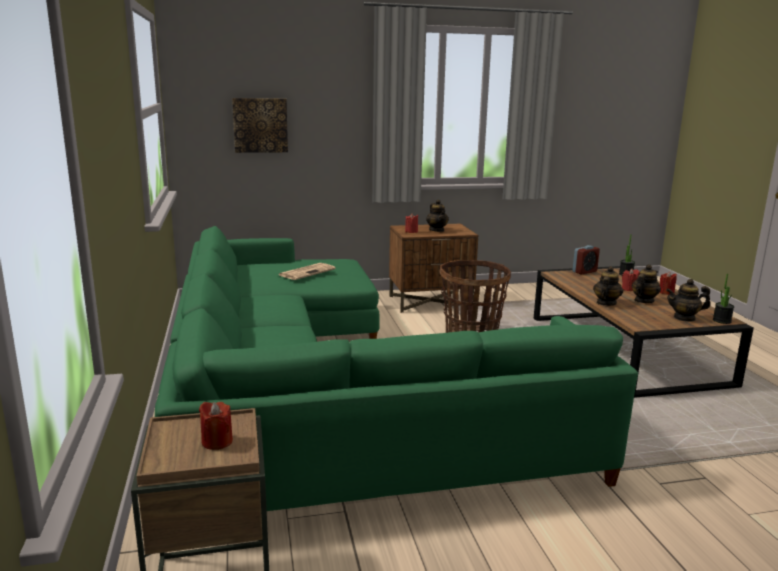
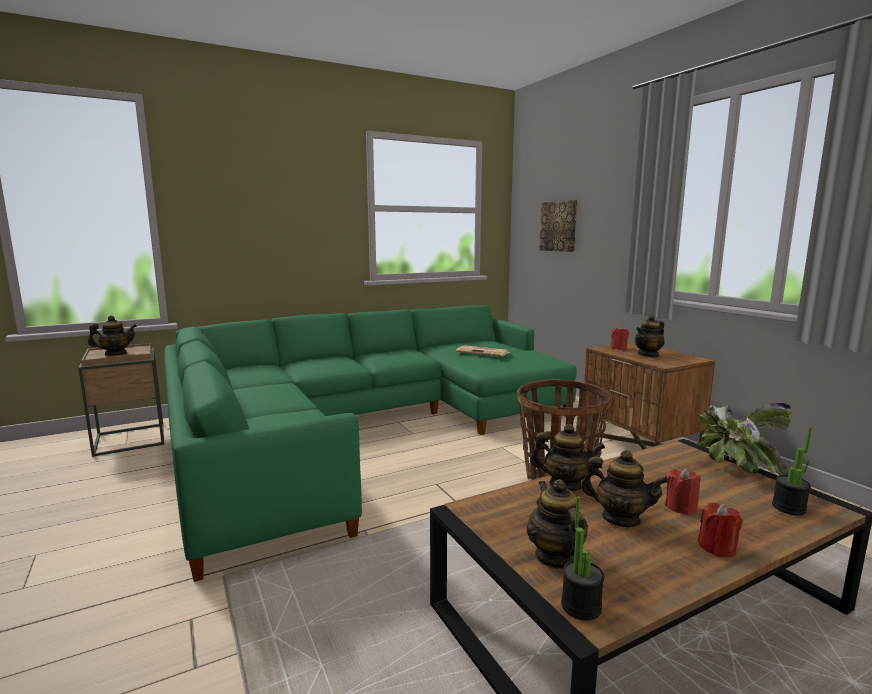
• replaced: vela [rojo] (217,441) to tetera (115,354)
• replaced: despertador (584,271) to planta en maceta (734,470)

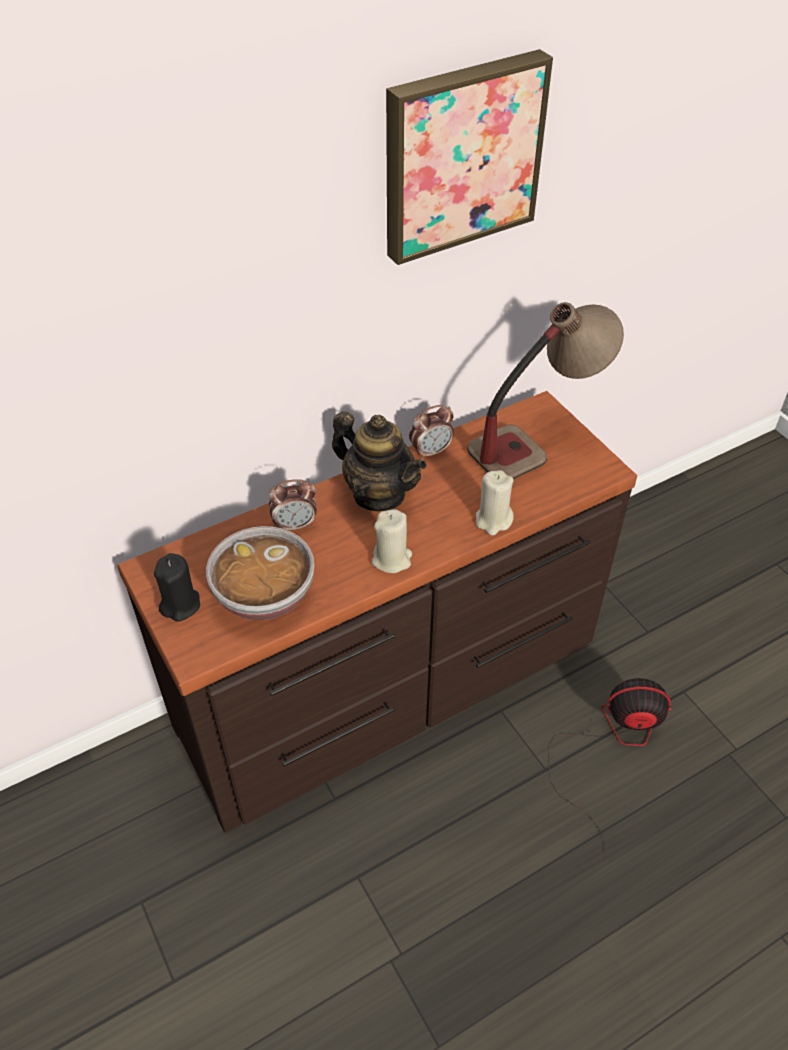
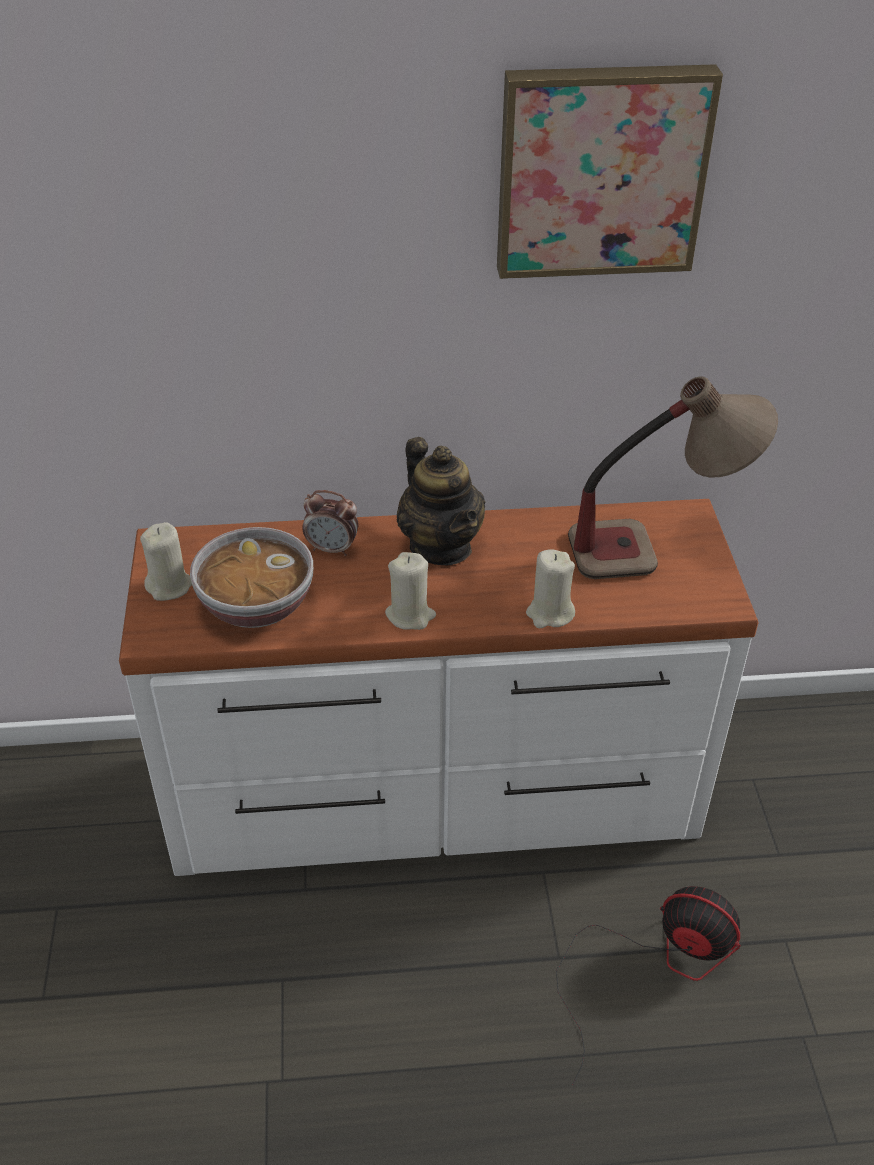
• recoloured: cómoda [marrón] (392,685) to cómoda [blanco] (435,796)
• recoloured: vela [negro] (180,605) to vela [beis] (170,586)
• removed: despertador (431,452)

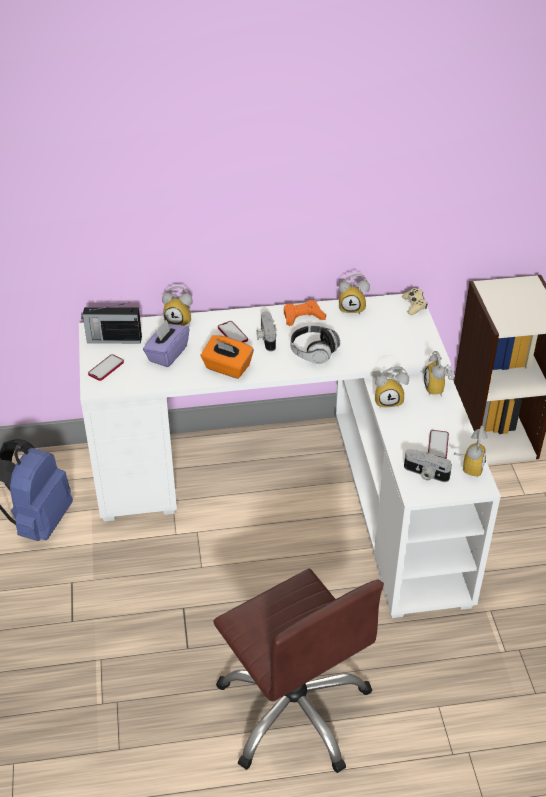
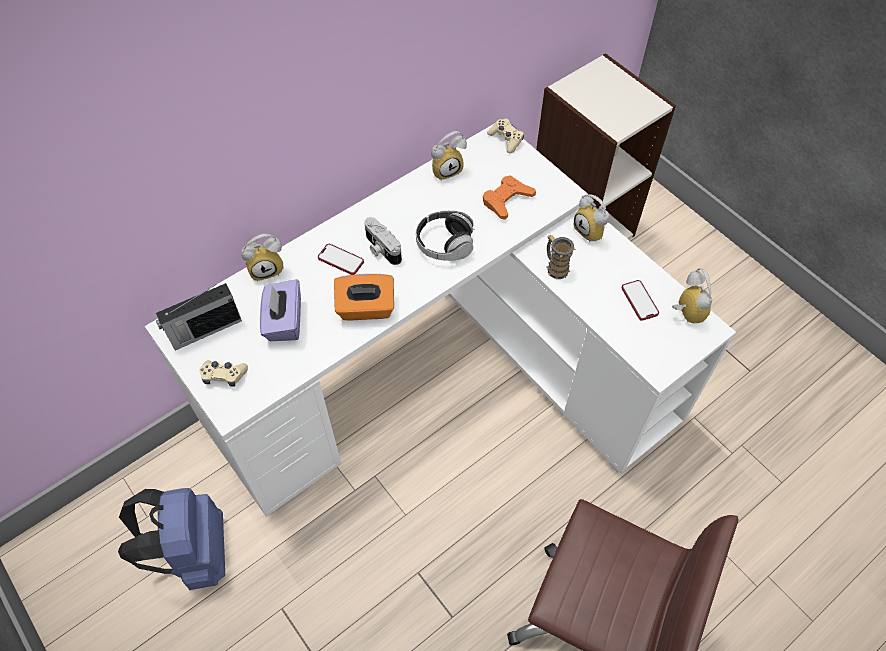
• replaced: móvil (106,368) to mando de consola [beis] (224,376)
• moved: mando de consola [naranja] (302,316) to (506,200)
• replaced: despertador (389,400) to taza grande (555,267)
• removed: cámara (425,474)

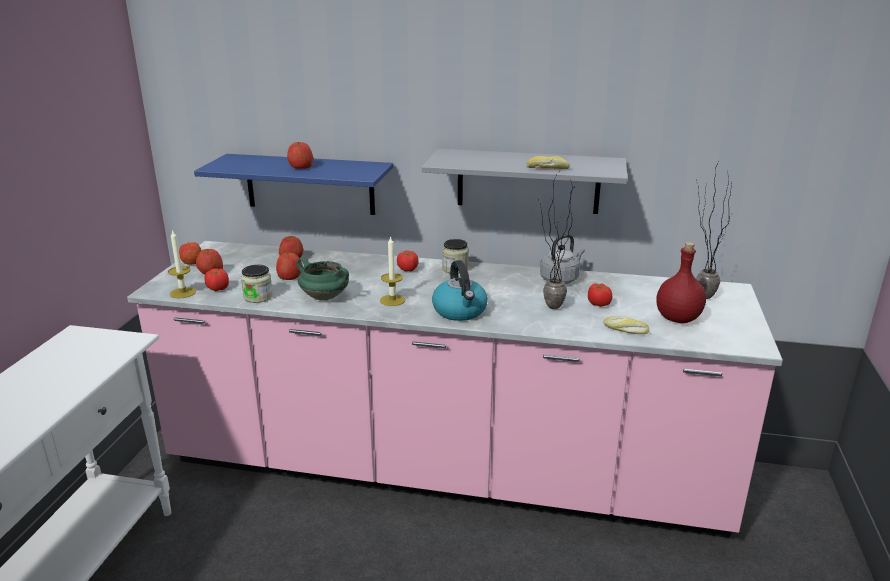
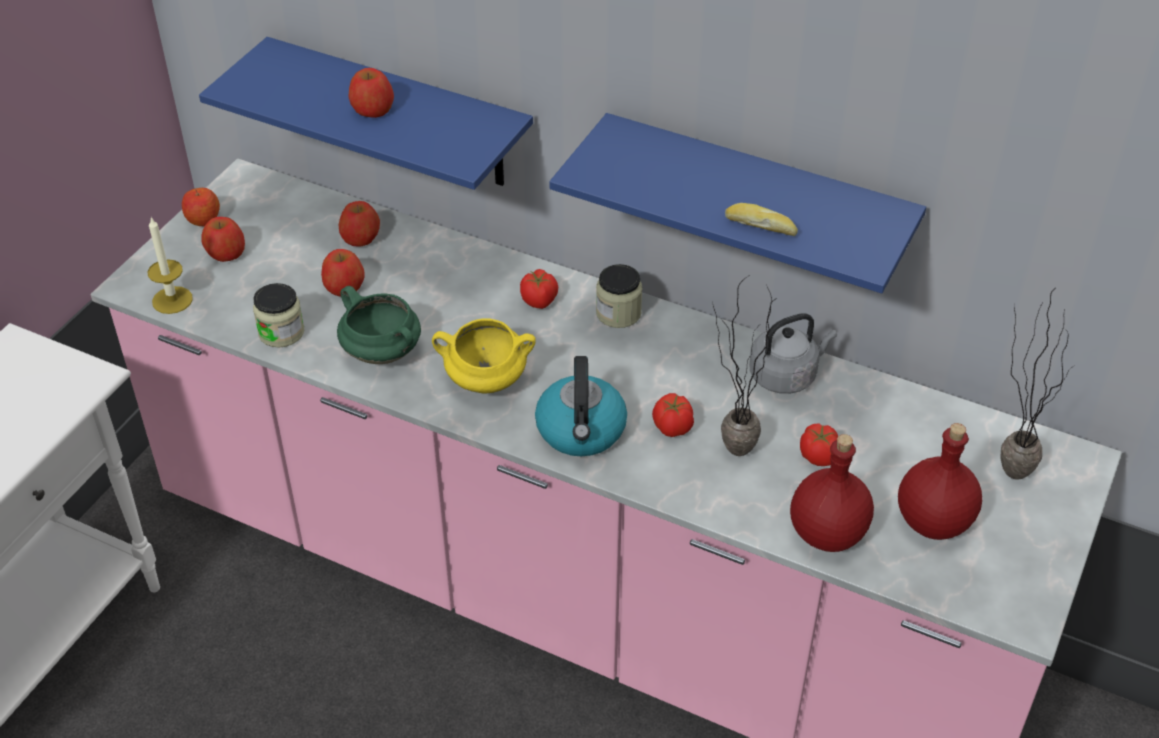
• moved: tomate (218,289) to (672,427)
• replaced: vela (392,300) to olla [amarillo] (485,381)
• recoloured: estante [gris] (528,181) to estante [azul] (756,199)
• replaced: pan (625,330) to botella [rojo] (828,533)

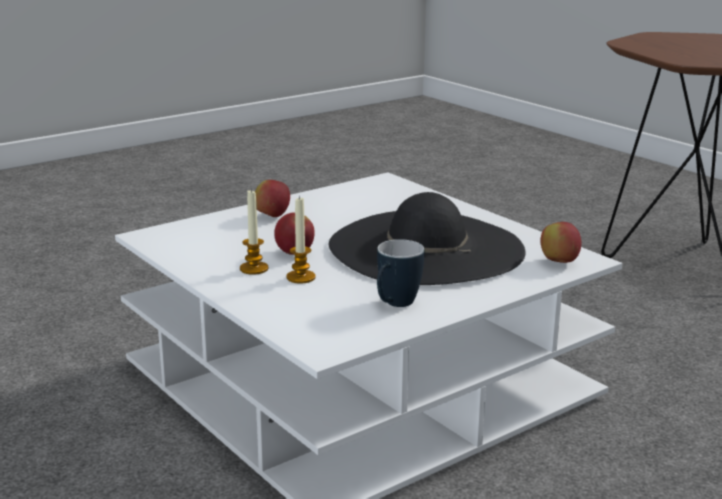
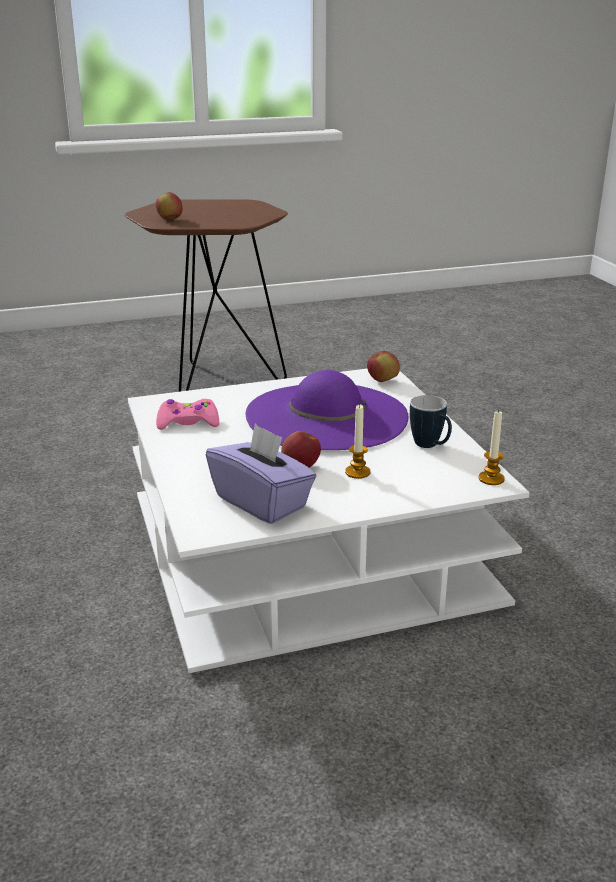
• moved: vela (254,269) to (491,479)
• moved: manzana (272,216) to (170,219)
• recoloured: sombrero [negro] (426,248) to sombrero [morado] (326,416)
• added: mando de consola [rosa] (188,422)
• added: caja de pañuelos [morado] (262,502)

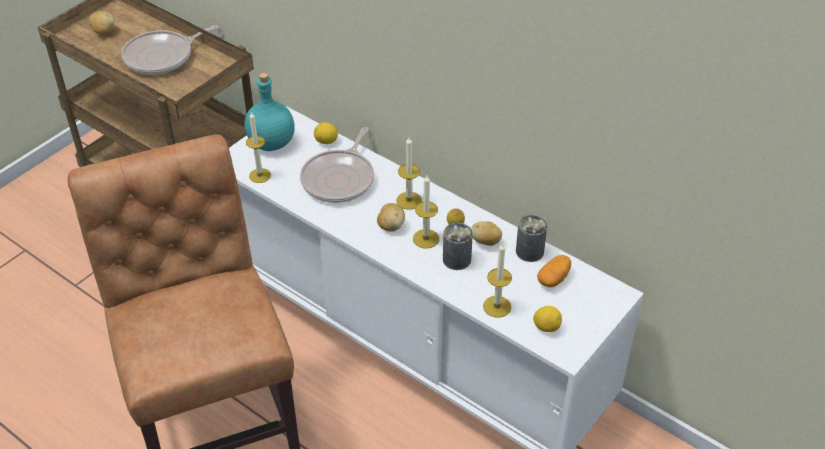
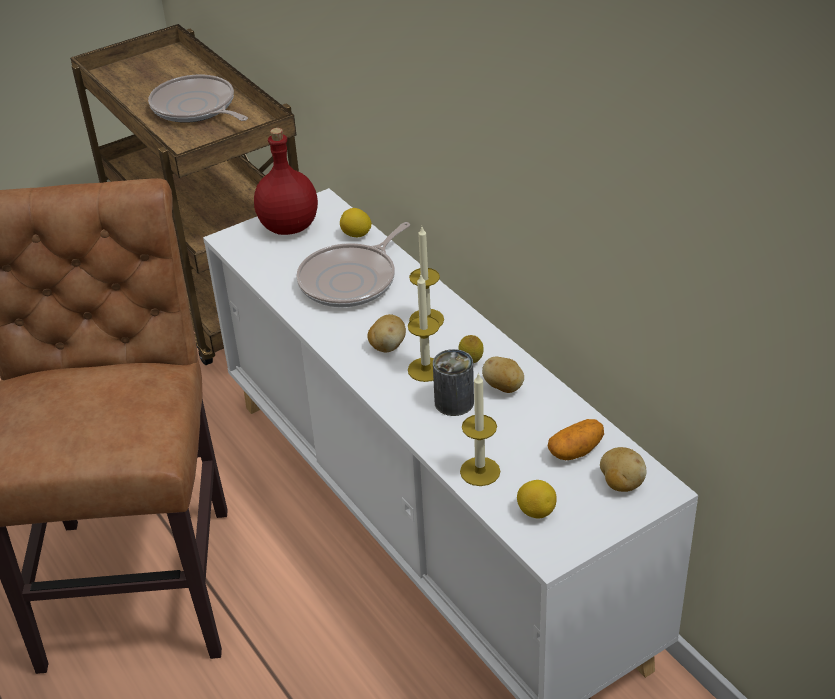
• moved: patata (103,32) to (621,483)
• turned: sartén (162,57) = (196,108) 60 degrees clockwise
• recoloured: botella [turquesa] (271,144) to botella [rojo] (288,227)
• removed: vela (260,175)
• removed: lata (529,251)

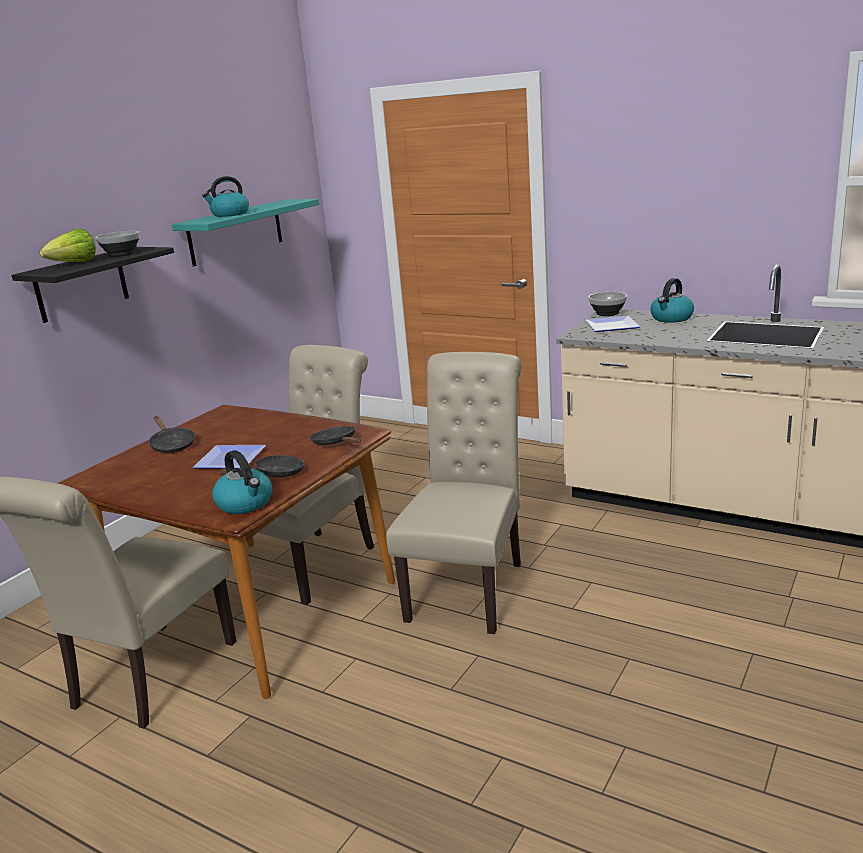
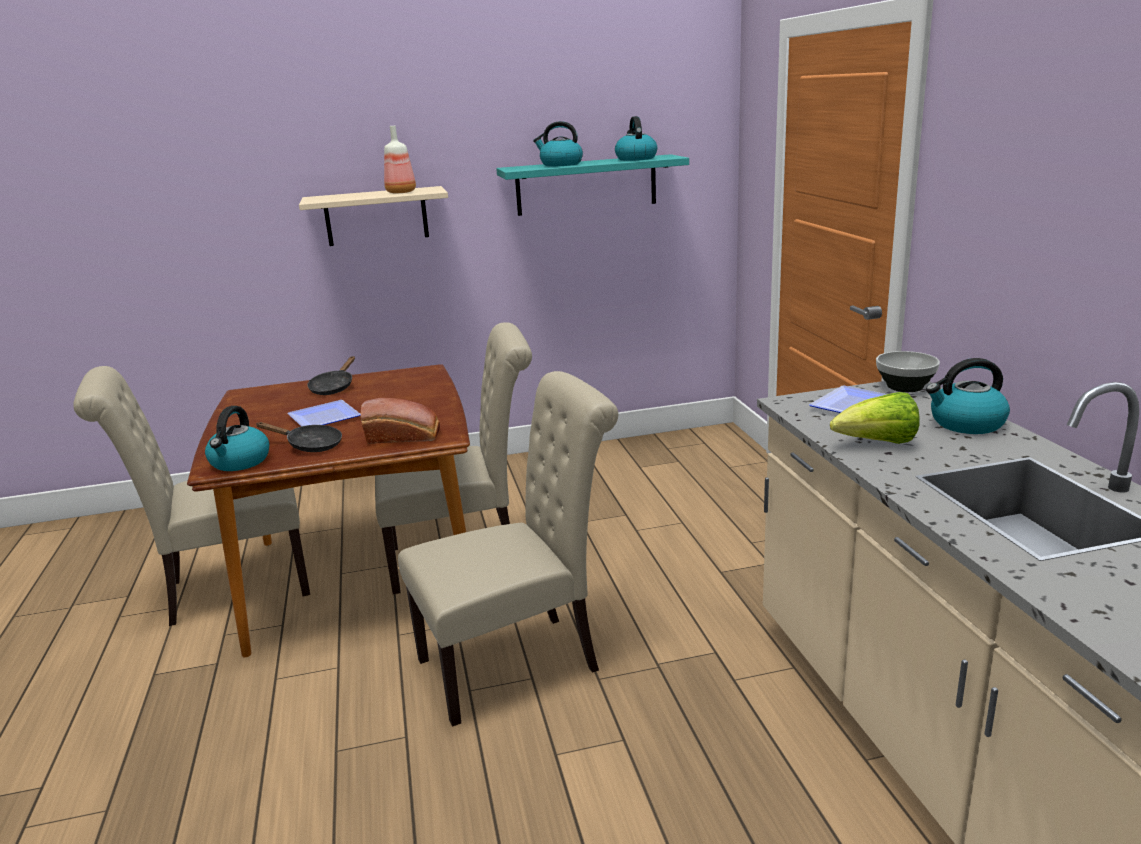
• recoloured: estante [negro] (81,285) to estante [beis] (376,216)
• moved: lechuga (74,264) to (877,444)
• replaced: cuenco (121,254) to botella (401,192)
• replaced: sartén [negro] (336,443) to pan (405,437)
• added: hervidor (635,159)

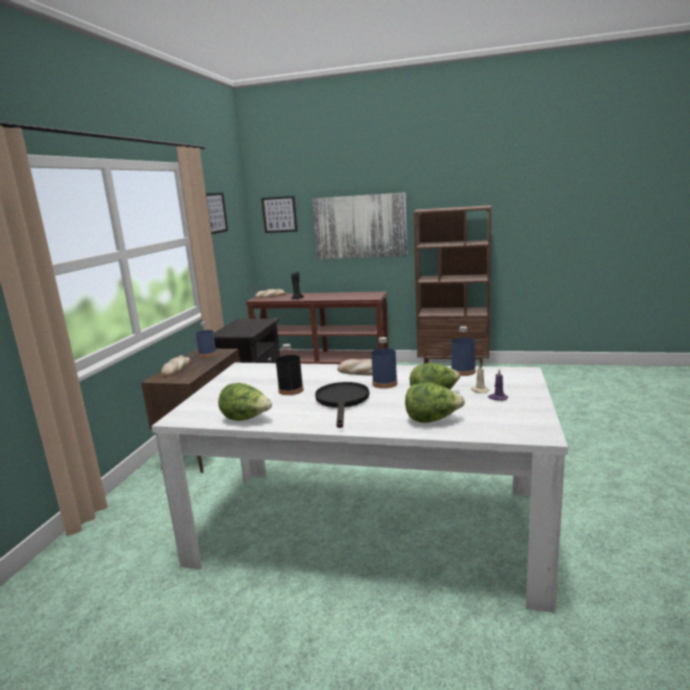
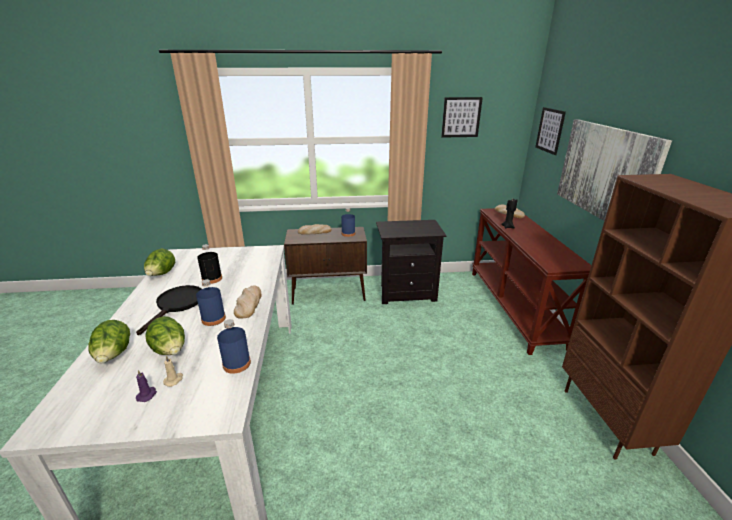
• turned: sartén [negro] (342,402) = (177,305) 60 degrees counterclockwise

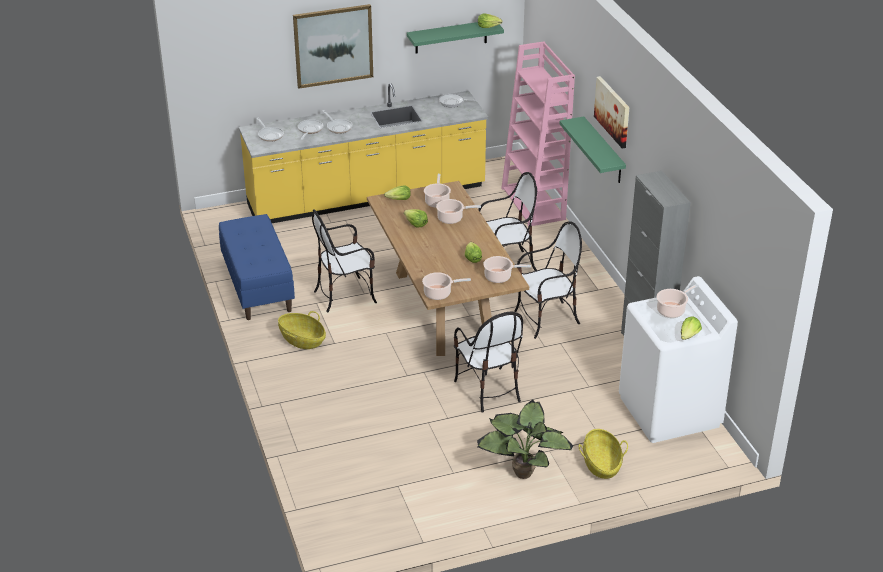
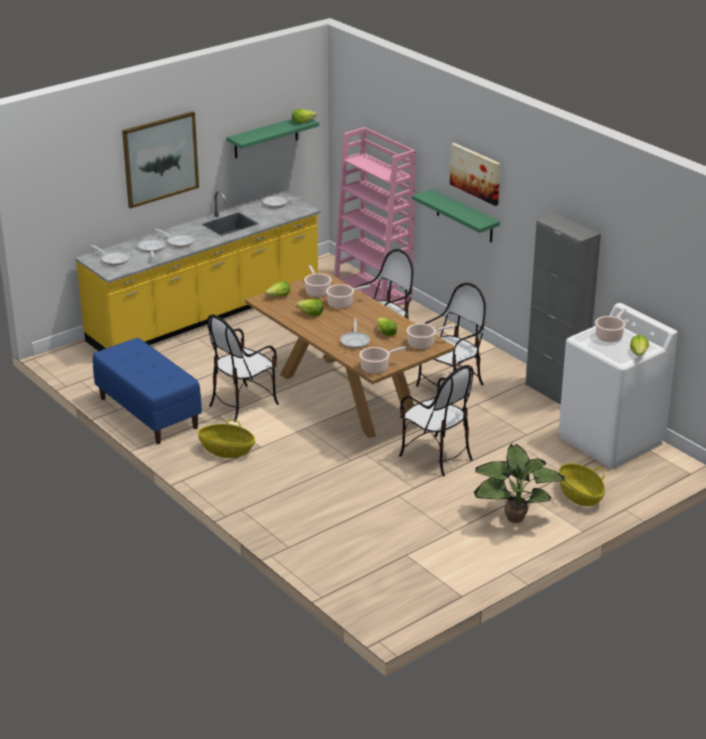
• added: sartén (355,341)

